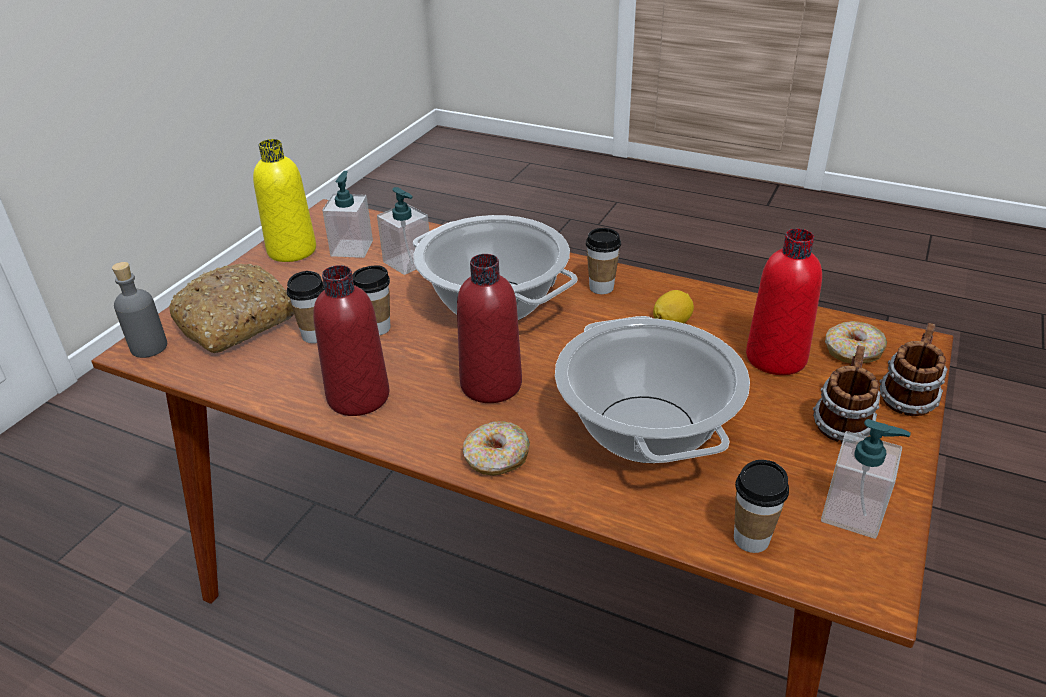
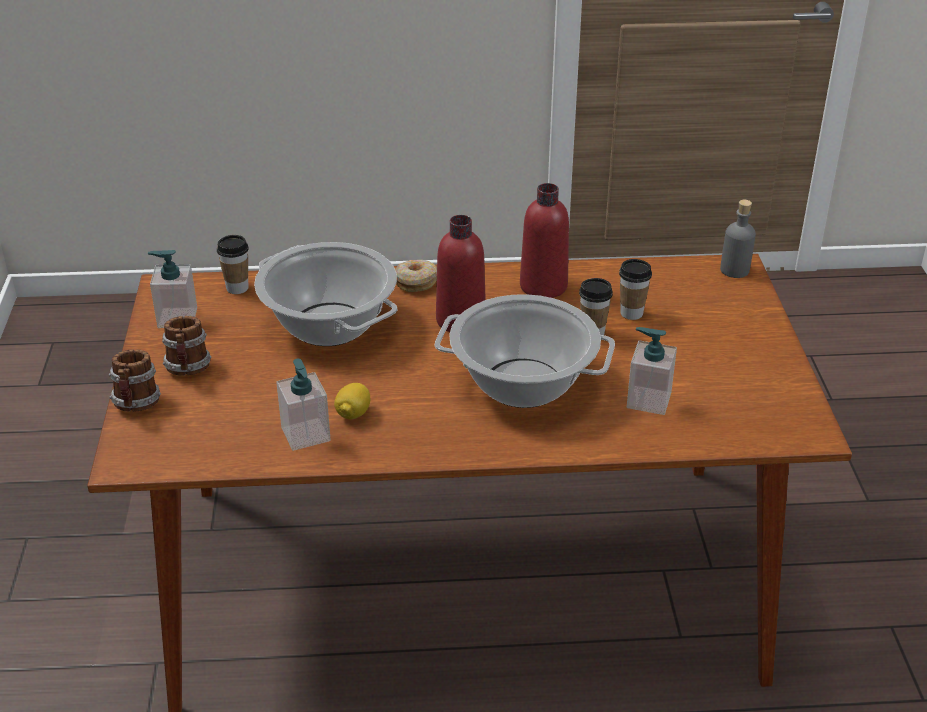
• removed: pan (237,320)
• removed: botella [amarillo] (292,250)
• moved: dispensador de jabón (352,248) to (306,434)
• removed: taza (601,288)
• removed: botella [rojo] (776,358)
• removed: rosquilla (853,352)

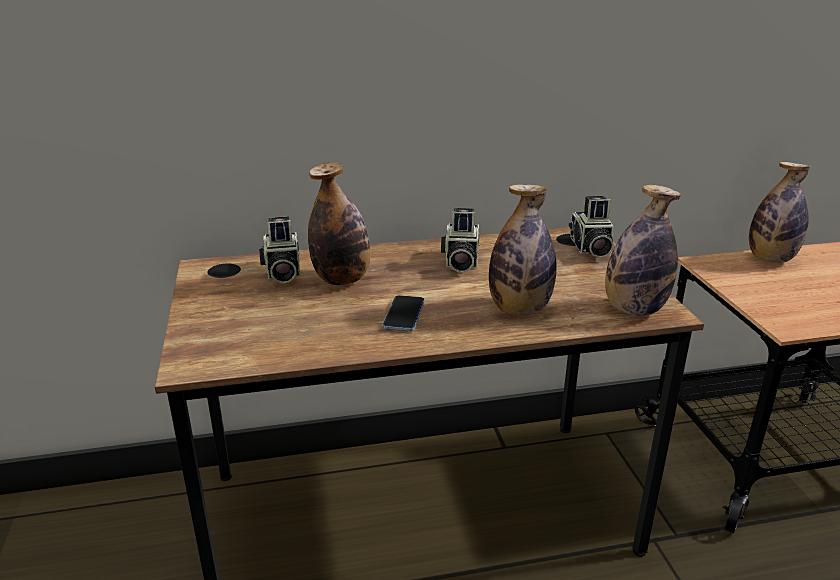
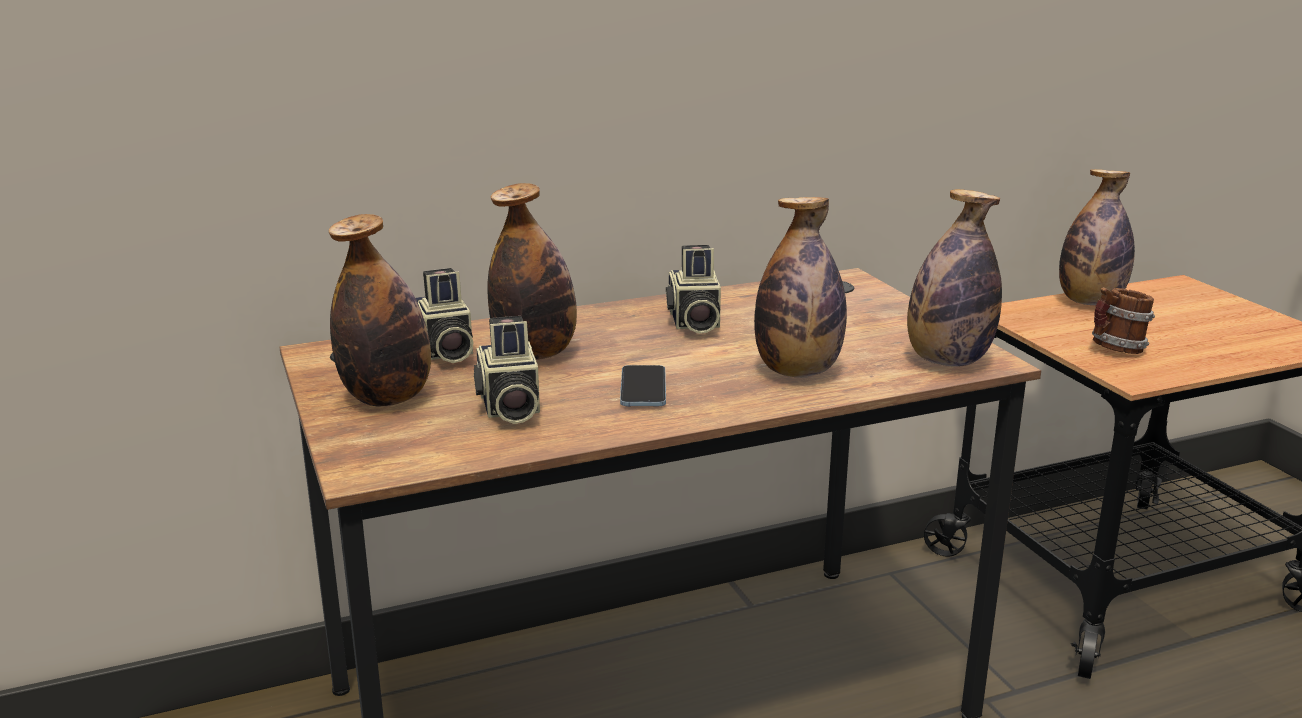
• moved: cámara (590,248) to (508,407)
• added: botella (387,398)
• added: taza grande (1116,350)

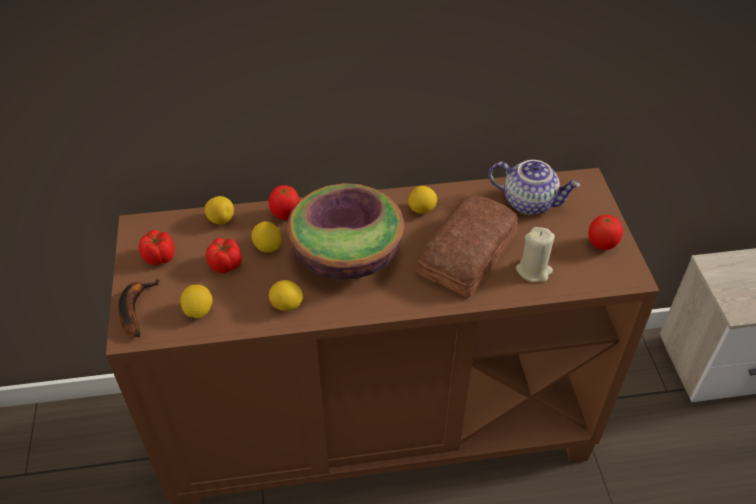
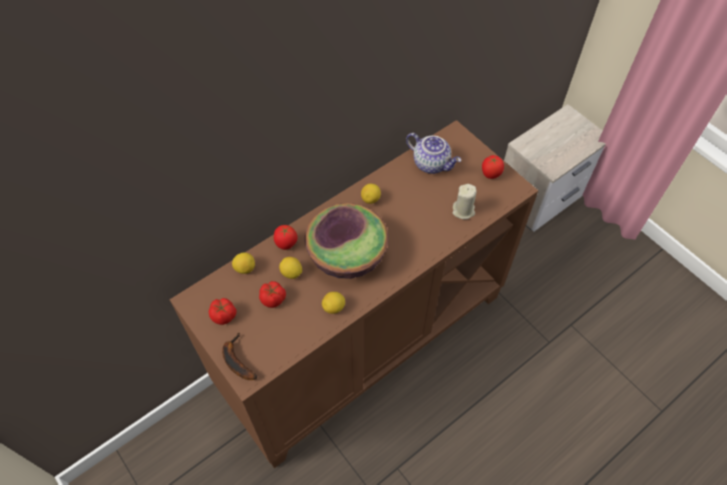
• removed: limón (198,311)
• removed: pan (470,254)
• turned: tetera (530,202) = (432,163) 45 degrees clockwise

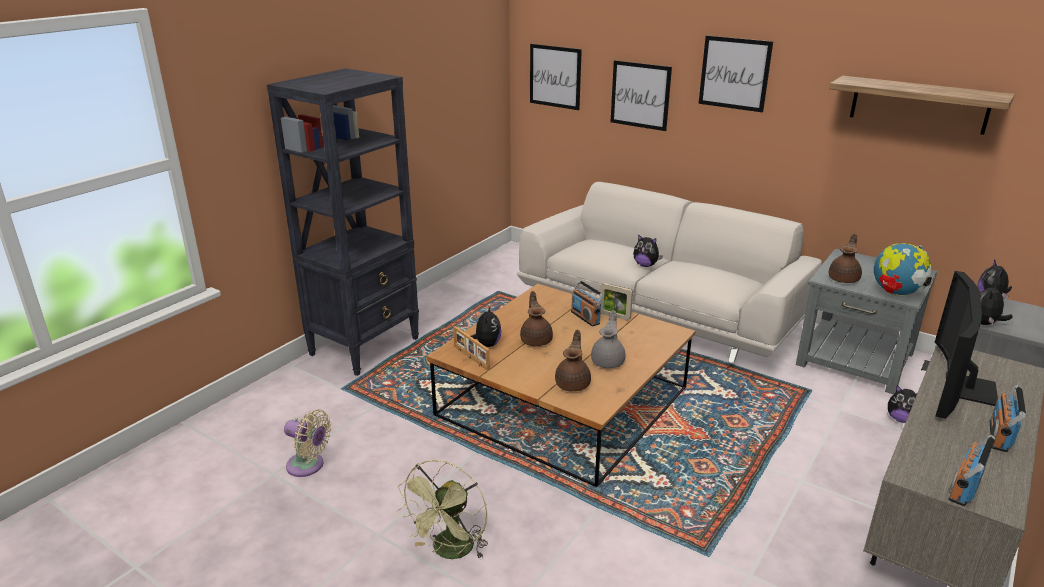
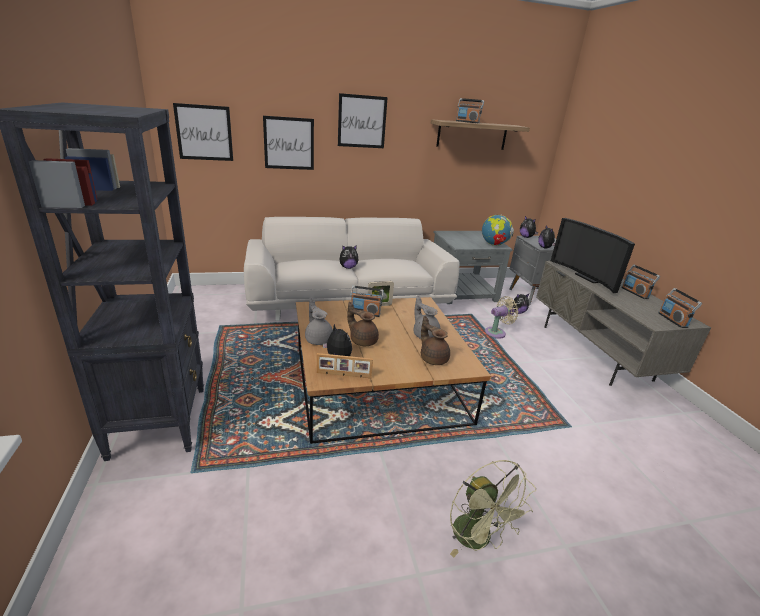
• moved: ventilador [beis] (308,466) to (497,332)
• removed: tetera [marrón] (844,279)
• added: tetera [gris] (318,339)
• added: radio (467,122)

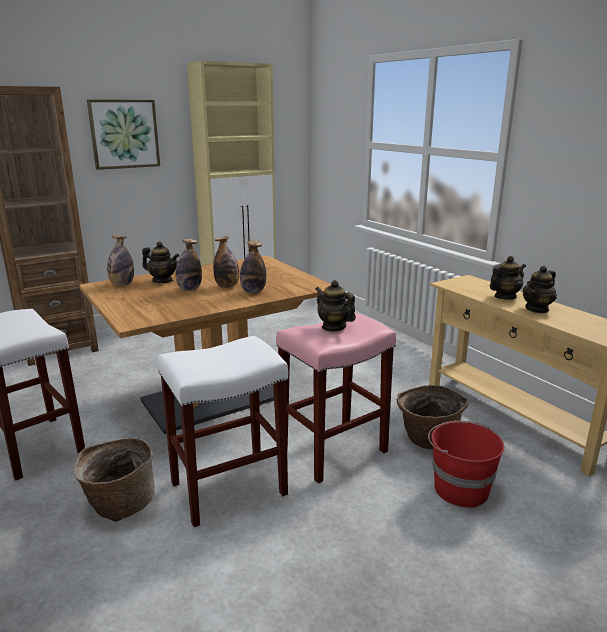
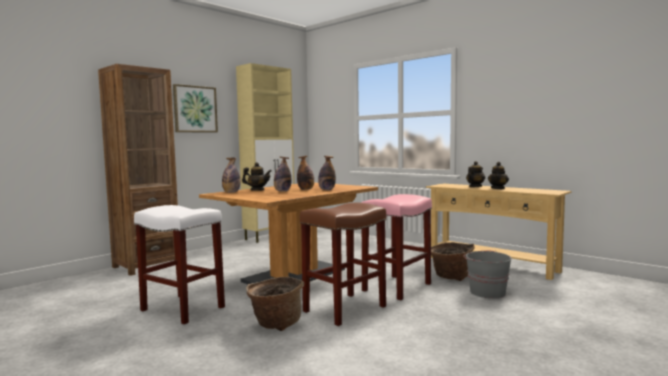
• recoloured: taburete [blanco] (227,489) to taburete [marrón] (344,309)
• removed: tetera (334,327)
• recoloured: cubo [rojo] (459,489) to cubo [gris] (486,292)

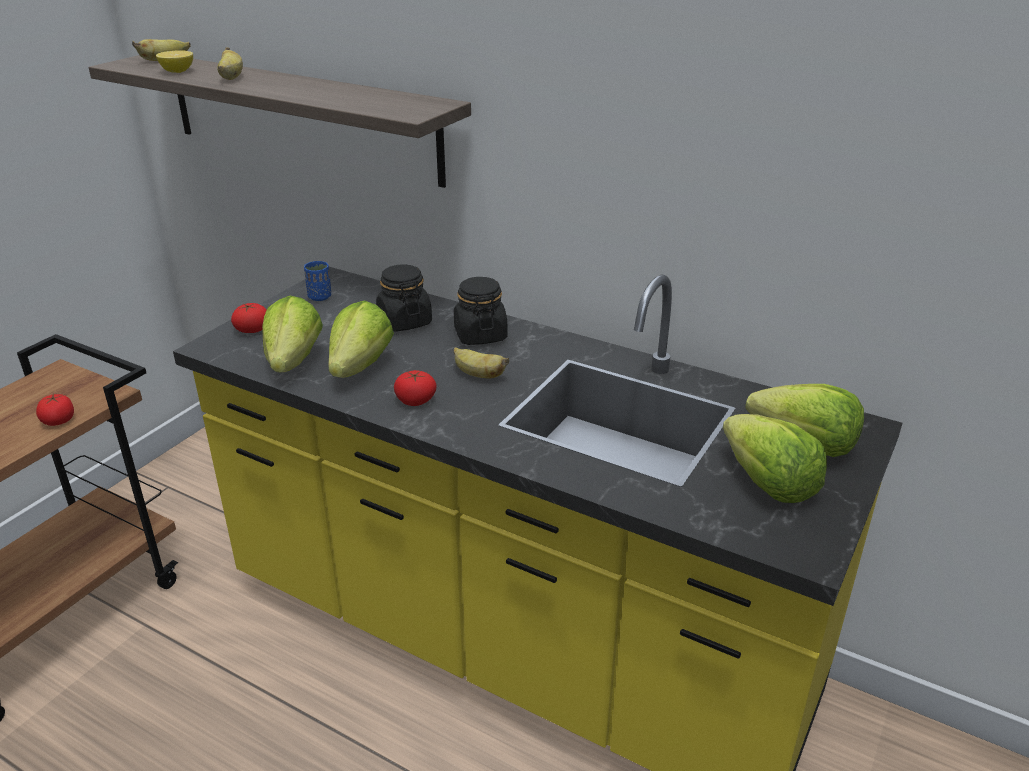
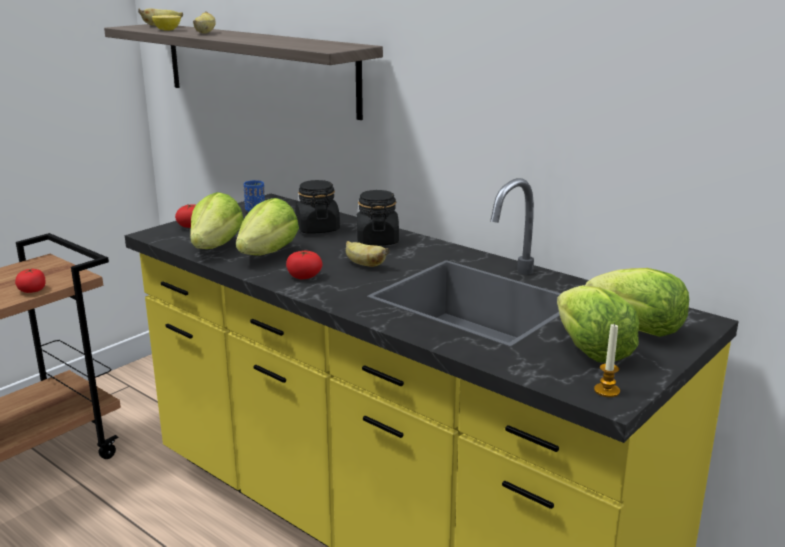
• added: vela (607,391)

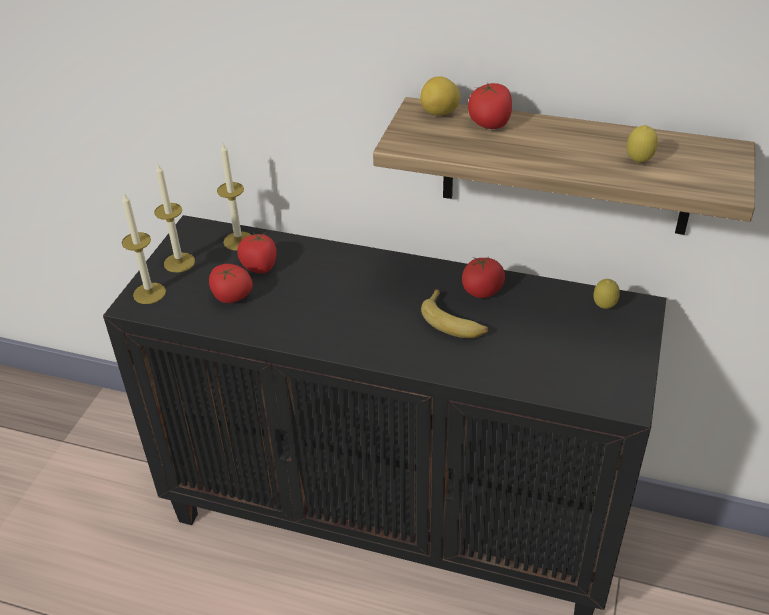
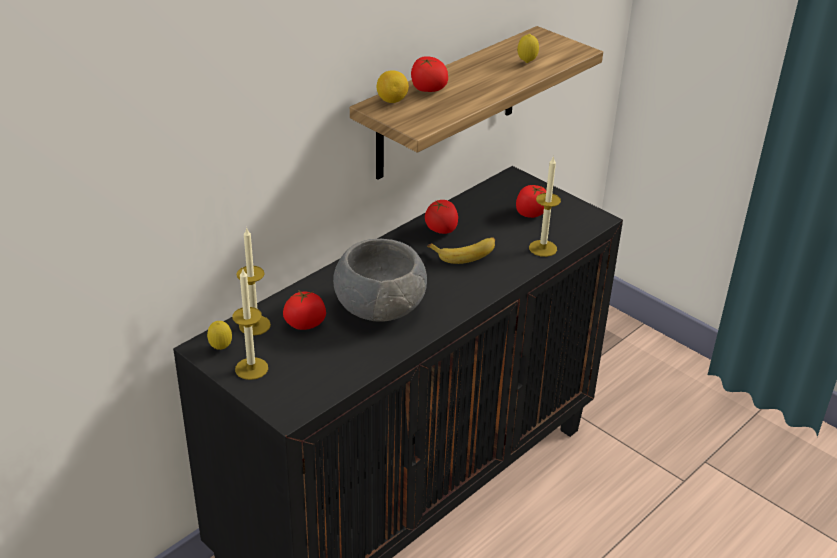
• moved: vela (149,293) to (543,248)
• moved: tomate (231,297) to (531,213)
• moved: limón (604,307) to (221,348)
• added: cuenco [gris] (379,308)

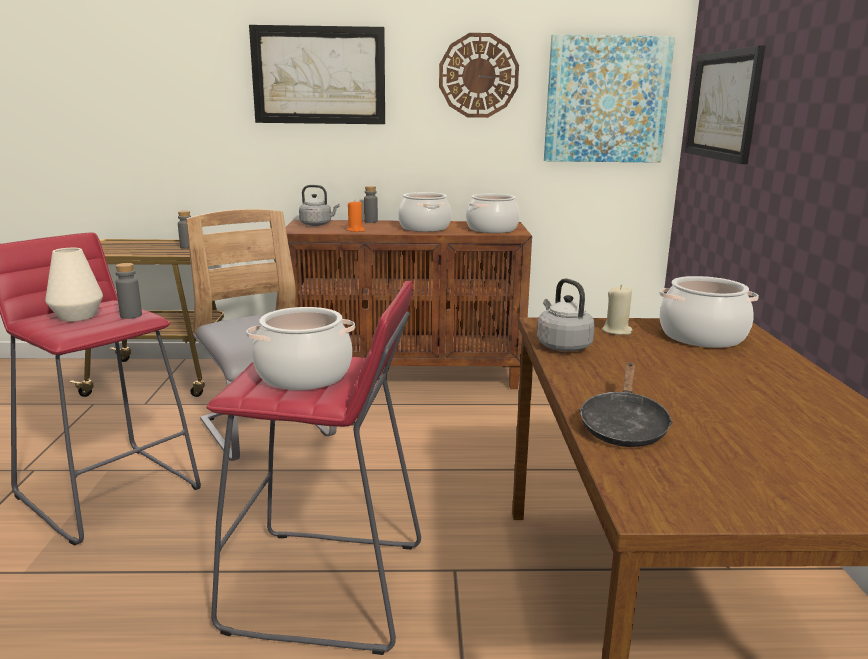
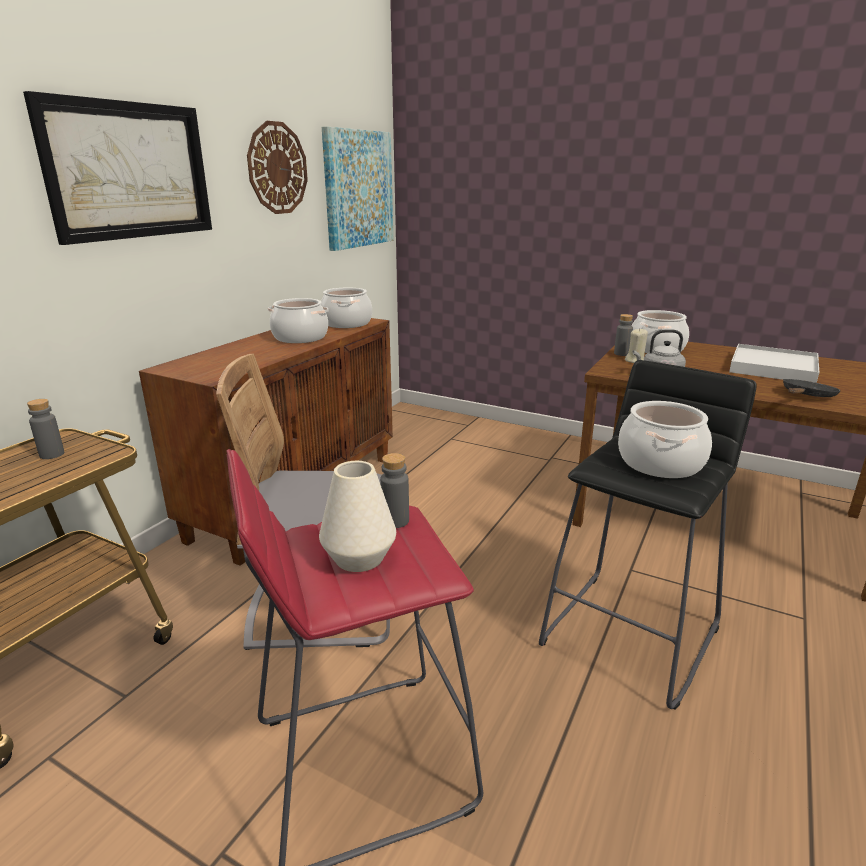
• recoloured: taburete [rojo] (327,588) to taburete [negro] (631,635)
• removed: hervidor [gris] (317,224)
• removed: vela [naranja] (355,230)
• moved: botella [gris] (371,221) to (621,354)
• turned: sartén [negro] (623,426) = (806,396) 90 degrees counterclockwise
• removed: cuadro (723,105)
• added: bandeja [blanco] (772,368)

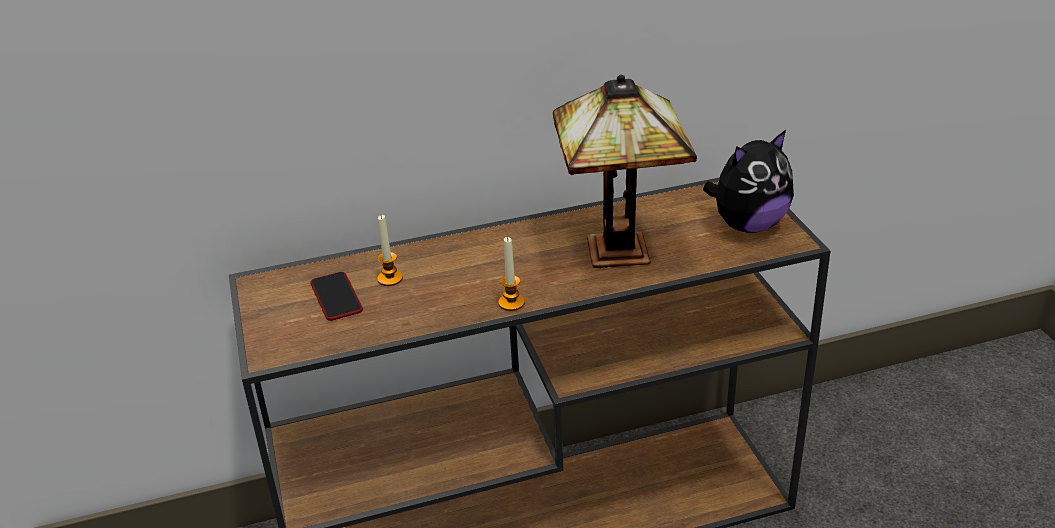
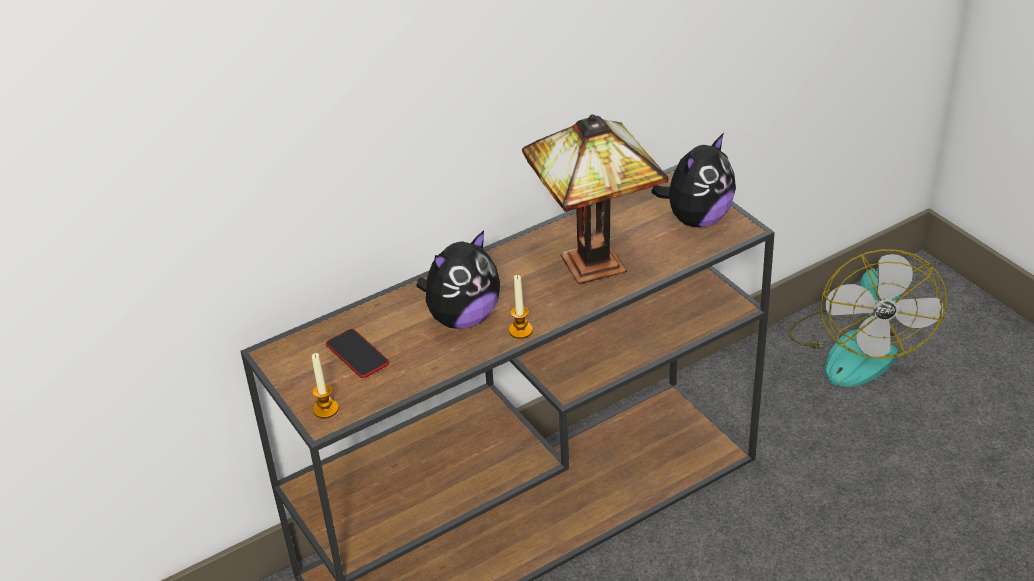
• moved: vela (390,278) to (325,409)
• added: peluche (462,317)
• added: ventilador (857,347)

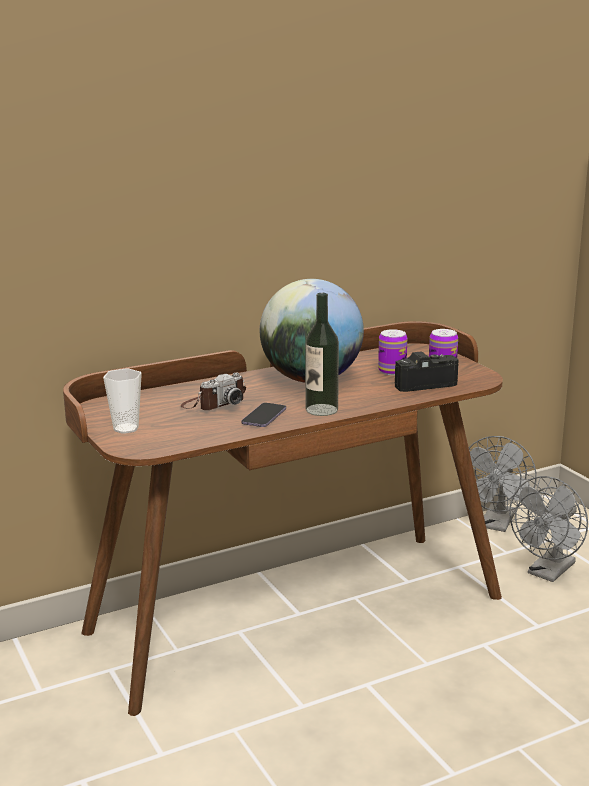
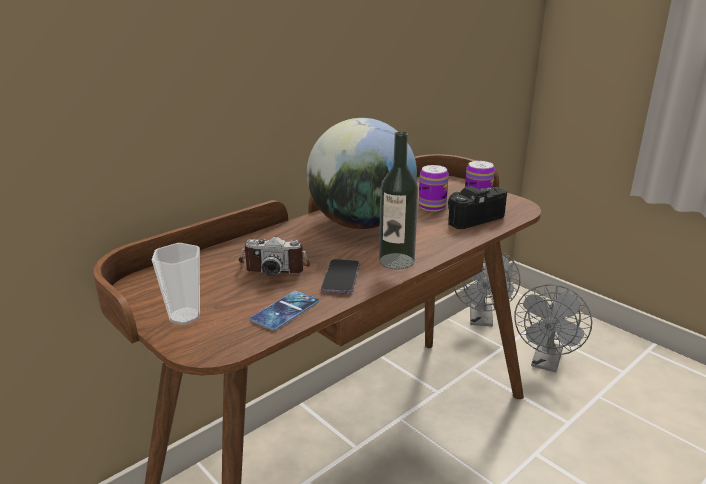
• turned: cámara (214,403) = (275,266) 60 degrees clockwise
• added: móvil (285,310)

